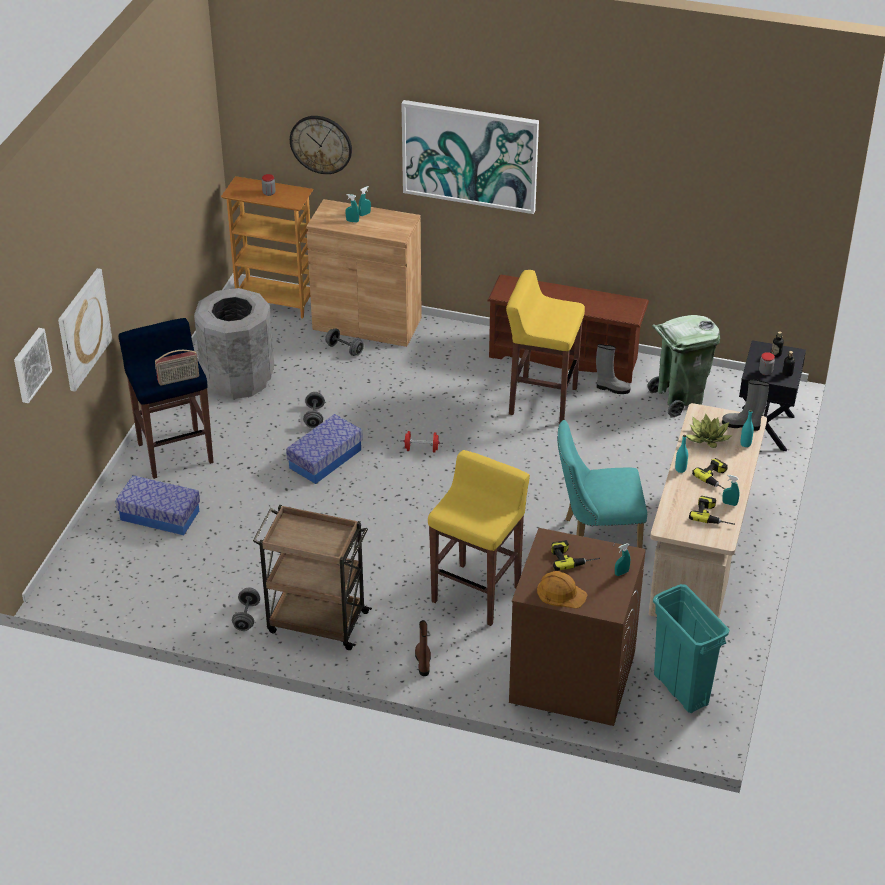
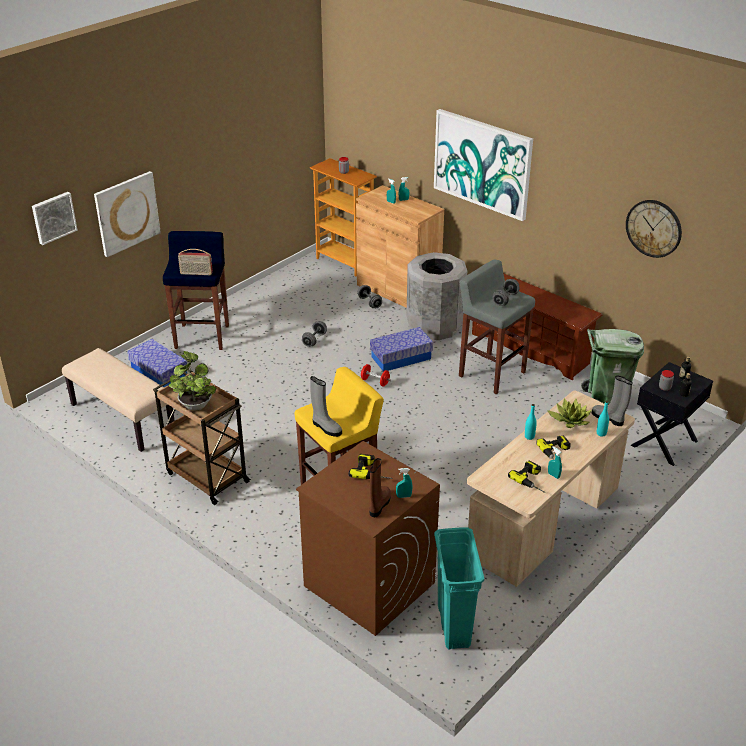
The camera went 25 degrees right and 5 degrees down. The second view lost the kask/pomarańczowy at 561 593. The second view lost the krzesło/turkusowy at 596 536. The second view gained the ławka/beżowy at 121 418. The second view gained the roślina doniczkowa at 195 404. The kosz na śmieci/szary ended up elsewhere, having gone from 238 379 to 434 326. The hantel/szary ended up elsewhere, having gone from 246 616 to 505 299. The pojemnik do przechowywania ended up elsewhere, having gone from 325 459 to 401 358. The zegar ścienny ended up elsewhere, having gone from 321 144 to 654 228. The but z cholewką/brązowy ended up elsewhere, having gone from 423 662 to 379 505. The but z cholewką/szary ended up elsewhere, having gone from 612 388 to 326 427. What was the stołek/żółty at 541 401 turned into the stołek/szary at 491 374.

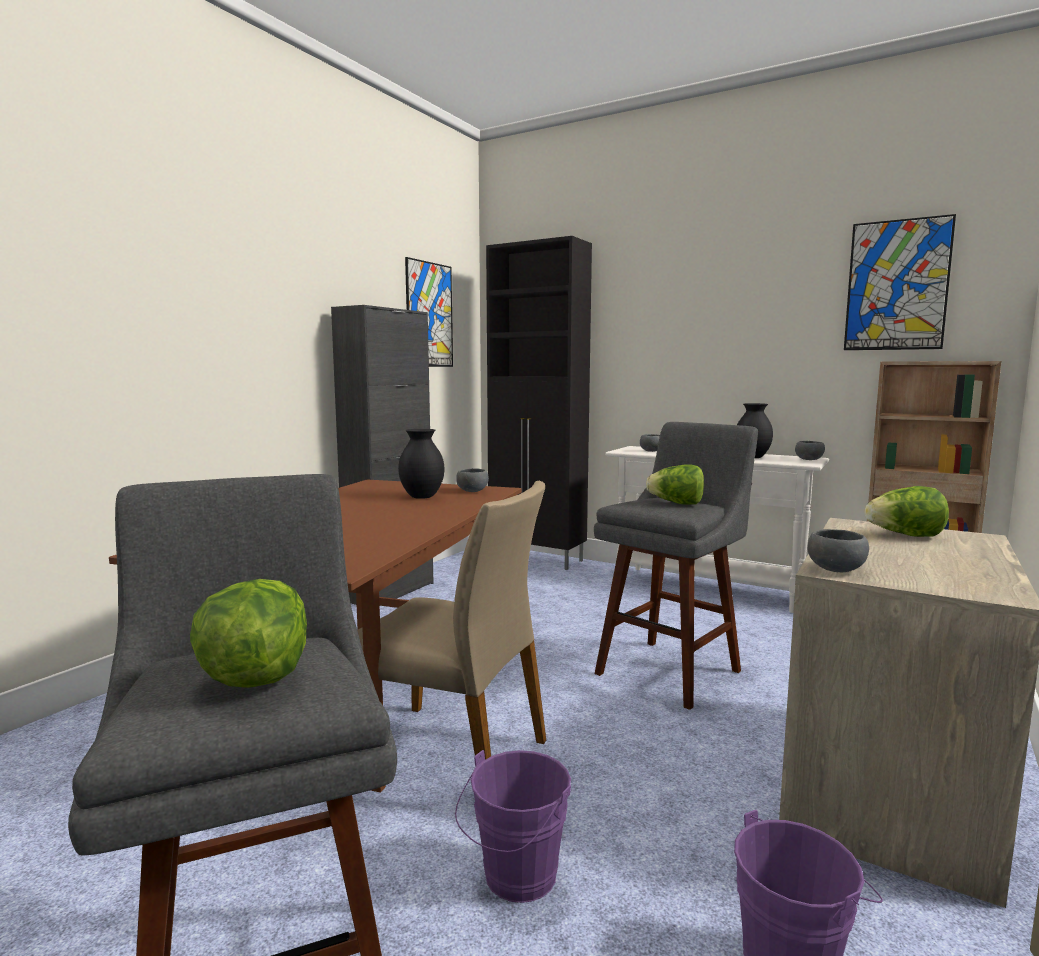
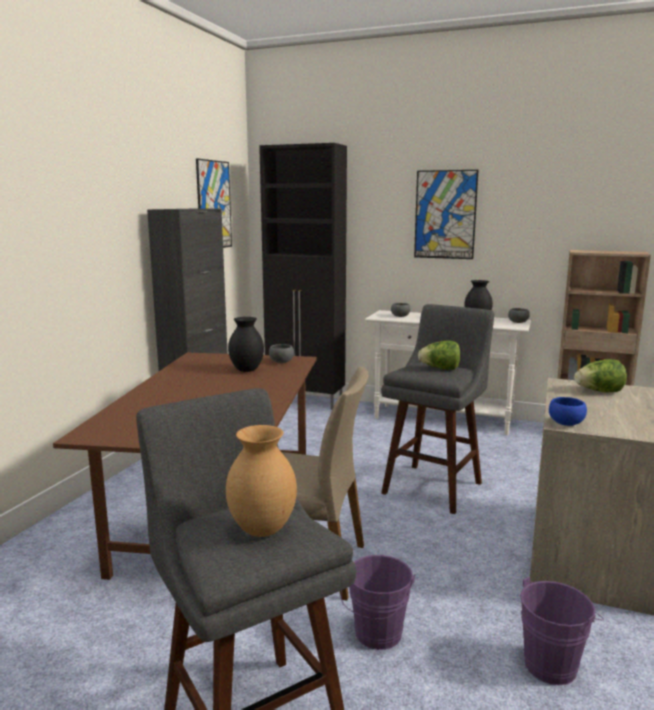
The camera went 10 degrees left and 5 degrees up. The obraz ended up elsewhere, having gone from 897 285 to 445 214. Where the sałata stood at 254 678, the wazon/brązowy came to stand at 261 530. What was the miska/szary at 835 569 turned into the miska/niebieski at 565 423.

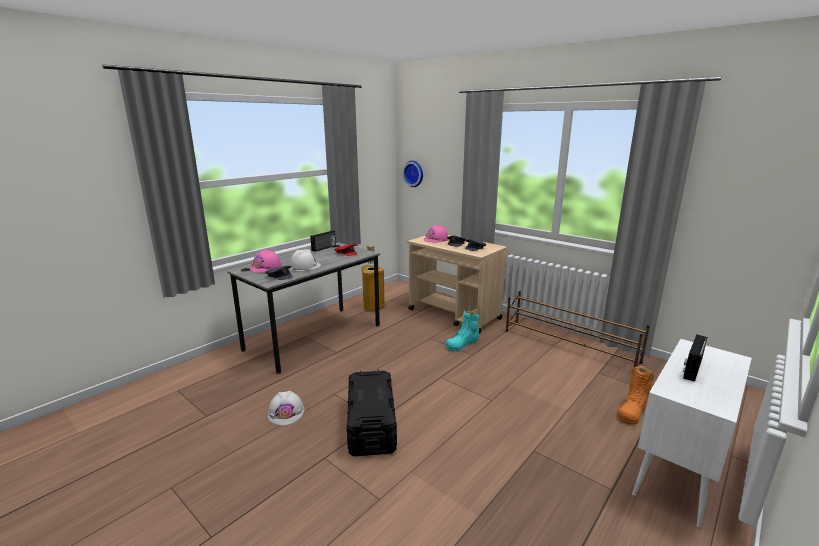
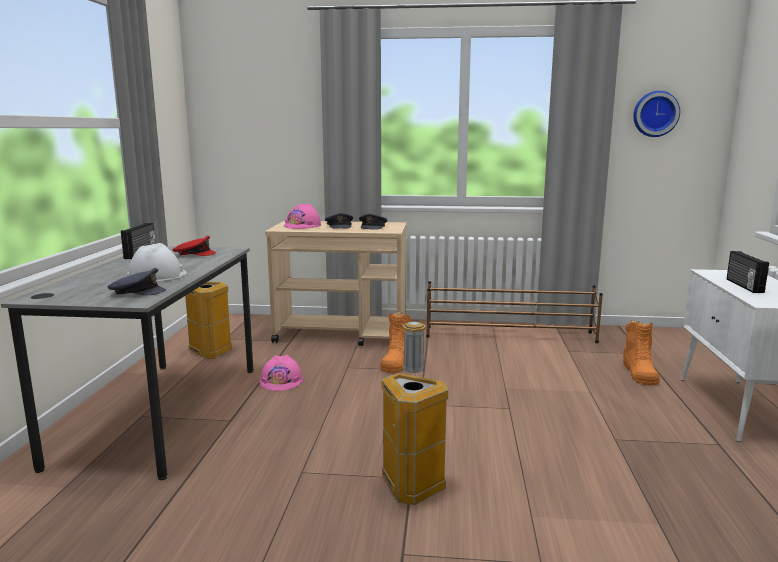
The camera went 35 degrees left and 5 degrees down. The second view lost the kask/biały at 286 412. The kask/różowy ended up elsewhere, having gone from 266 267 to 281 381. The zegar ścienny ended up elsewhere, having gone from 414 173 to 655 114. Where the pojemnik do przechowywania/czarny stood at 371 425, the kosz na śmieci came to stand at 410 487. What was the but z cholewką/turkusowy at 462 343 turned into the but z cholewką/pomarańczowy at 396 362.

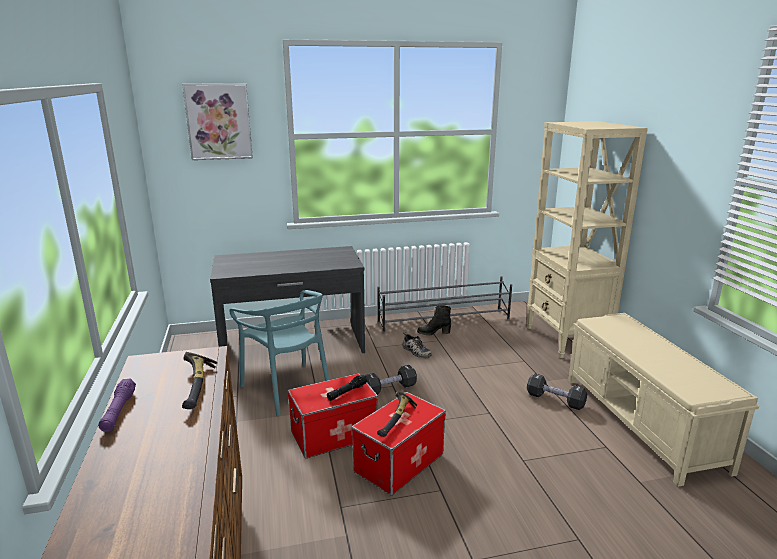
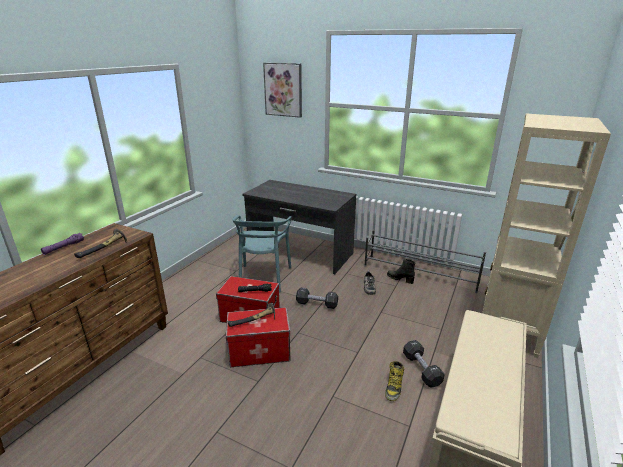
The camera went 40 degrees right and 5 degrees up. The second view gained the but z cholewką at 394 386.

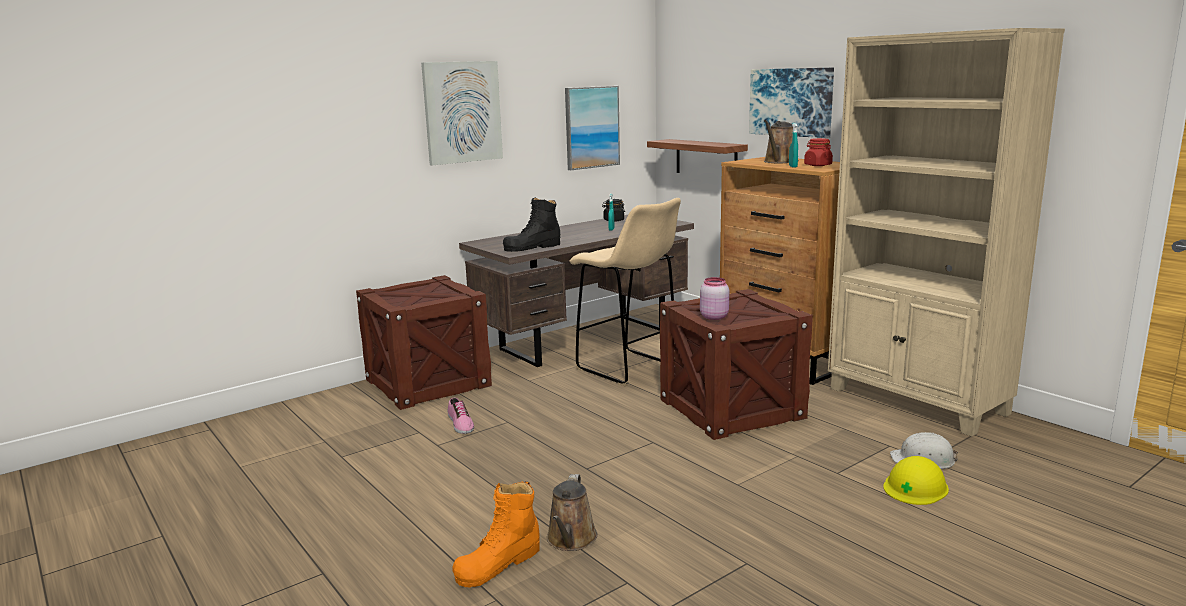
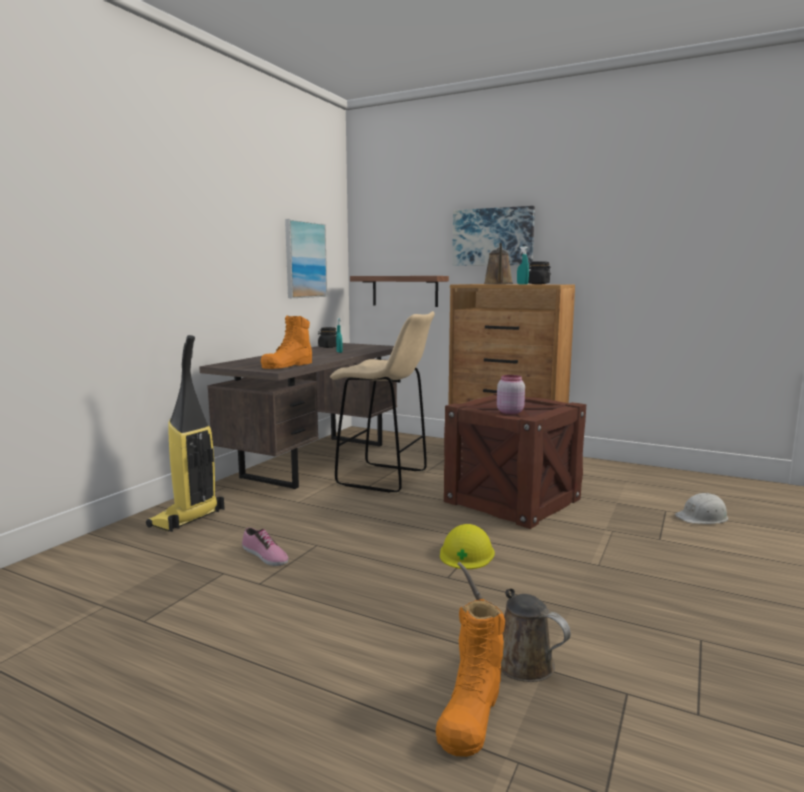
The camera went 25 degrees left and 5 degrees down. The second view lost the obraz at 462 112. The second view lost the regał/beżowy at 917 402. The kask/żółty ended up elsewhere, having gone from 915 487 to 466 553. Where the skrzynka stood at 428 383, the odkurzacz came to stand at 187 519. What was the but z cholewką/czarny at 532 247 turned into the but z cholewką/pomarańczowy at 288 365. What was the słoik/czerwony at 817 165 turned into the słoik/czarny at 537 284. The konewka/brązowy at 571 540 ended up facing another way, 150 degrees clockwise from before.

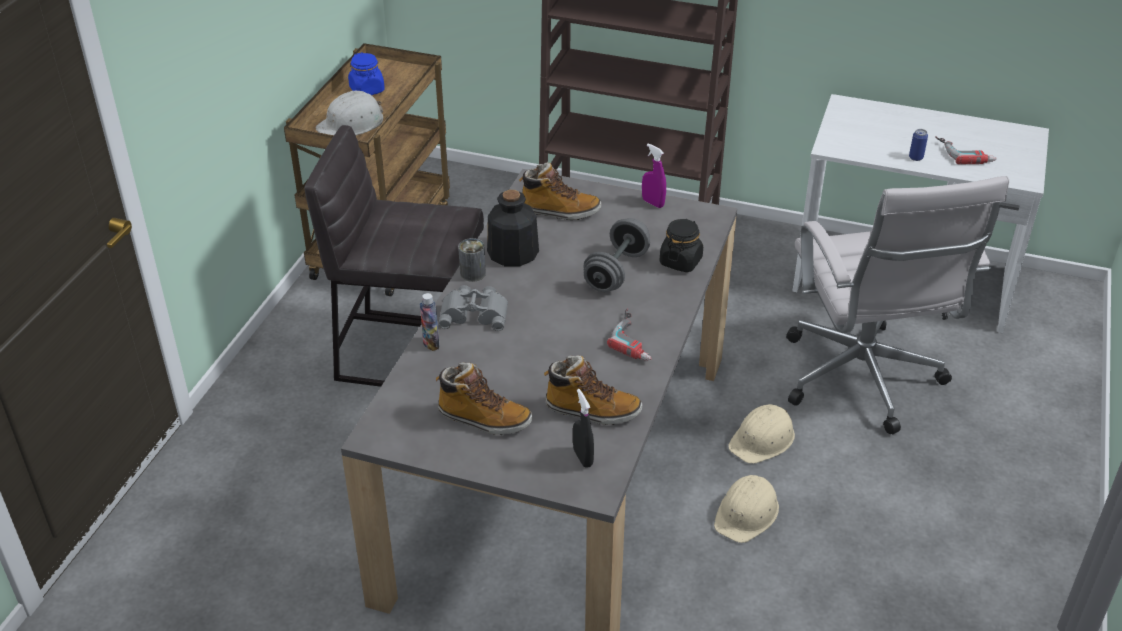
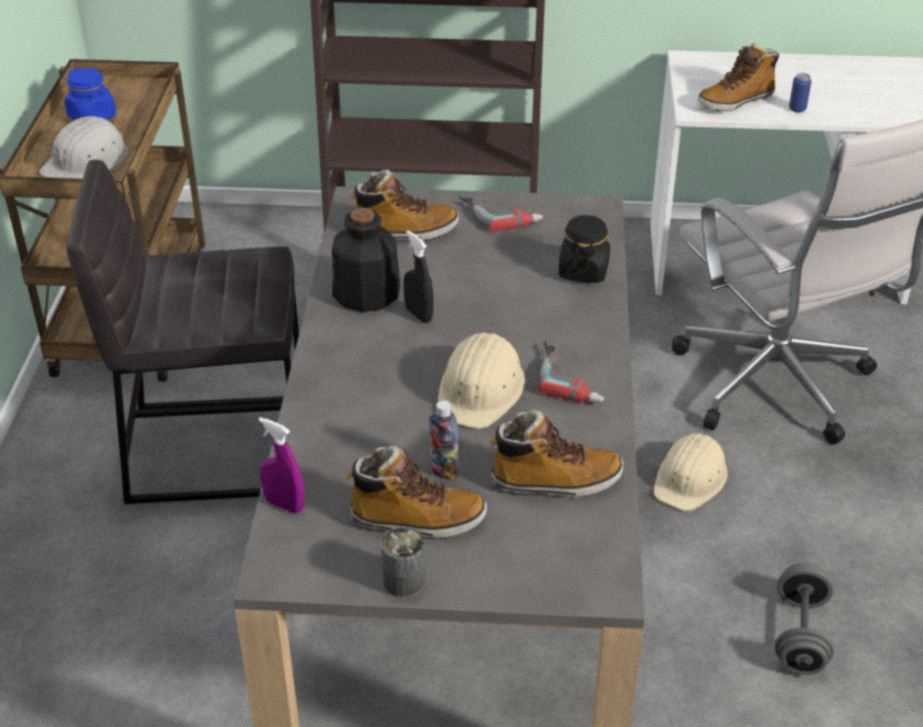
The camera went 15 degrees left and 0 degrees up. The second view lost the lornetka/szary at 475 313. The second view gained the but z cholewką at 736 101. The butelka ended up elsewhere, having gone from 431 344 to 444 470. The puszka ended up elsewhere, having gone from 472 273 to 404 581. The spryskiwacz/czarny ended up elsewhere, having gone from 583 458 to 418 314. The hantel/szary ended up elsewhere, having gone from 616 271 to 800 635. The spryskiwacz/fioletowy ended up elsewhere, having gone from 653 203 to 284 505. The kask/beżowy ended up elsewhere, having gone from 747 513 to 481 390. The wiertarka ended up elsewhere, having gone from 964 152 to 500 213.

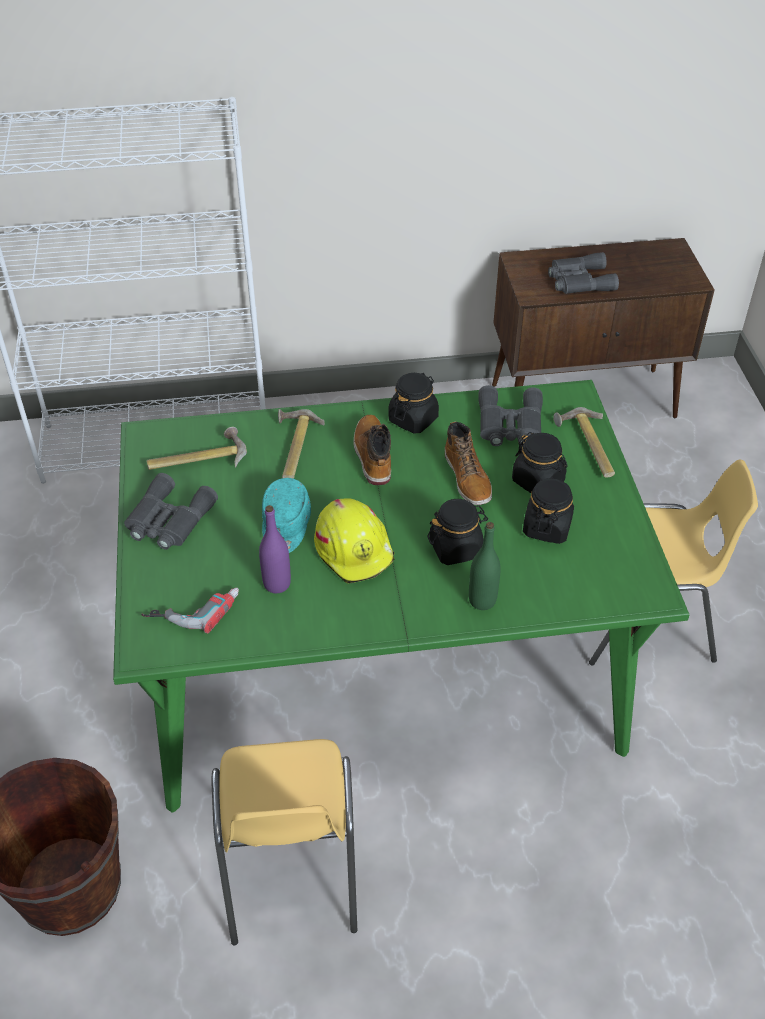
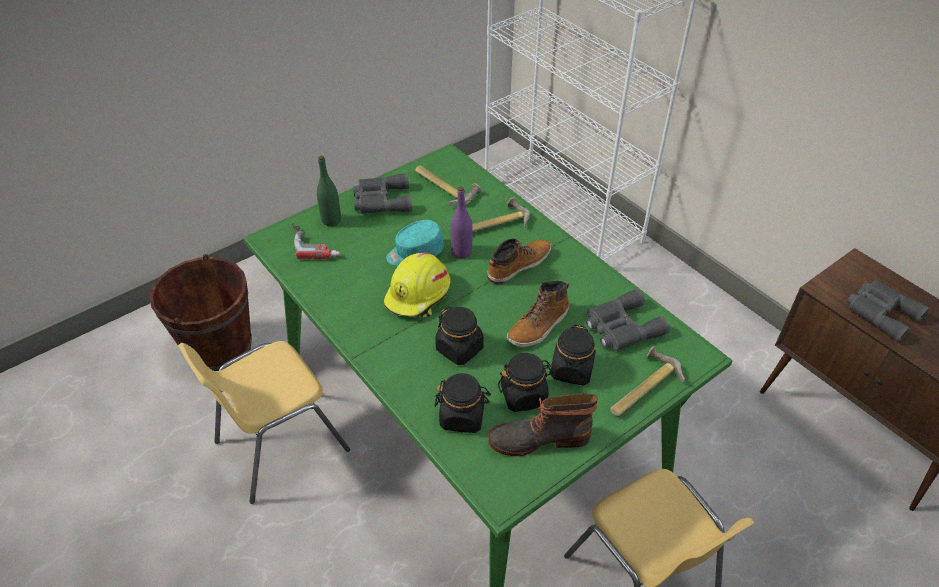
The camera went 60 degrees right and 0 degrees up. The second view gained the but z cholewką at 538 438. The butelka/fioletowy ended up elsewhere, having gone from 277 584 to 461 252. The słoik/czarny ended up elsewhere, having gone from 413 419 to 462 416. The butelka/zielony ended up elsewhere, having gone from 482 600 to 331 220.

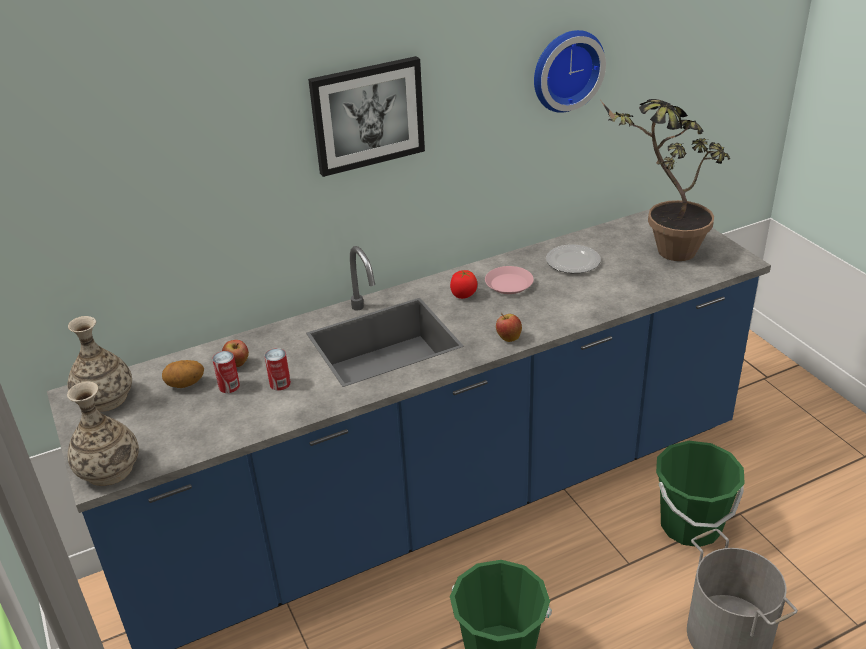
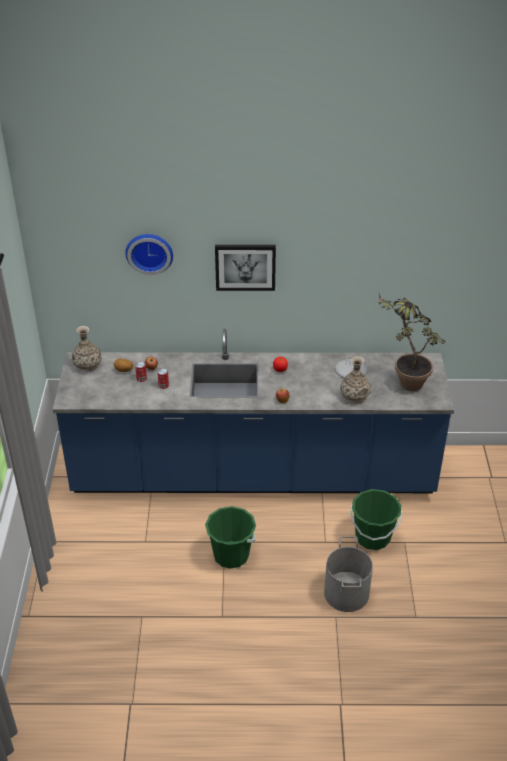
The camera went 25 degrees right and 5 degrees up. The second view lost the talerz/różowy at 509 284. The wazon ended up elsewhere, having gone from 109 469 to 354 396. The zegar ścienny ended up elsewhere, having gone from 565 69 to 149 252.

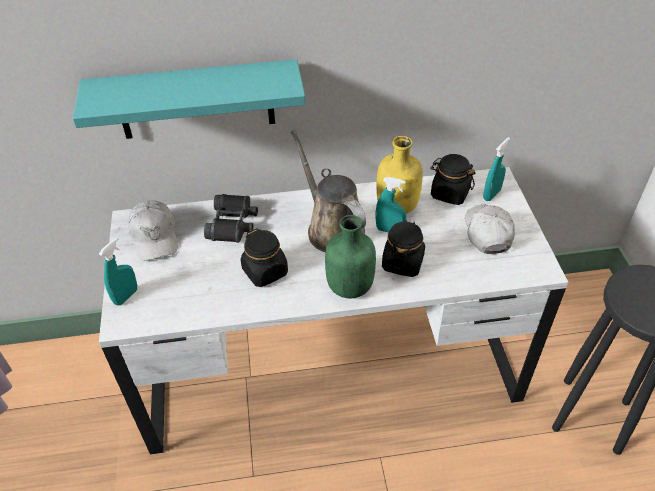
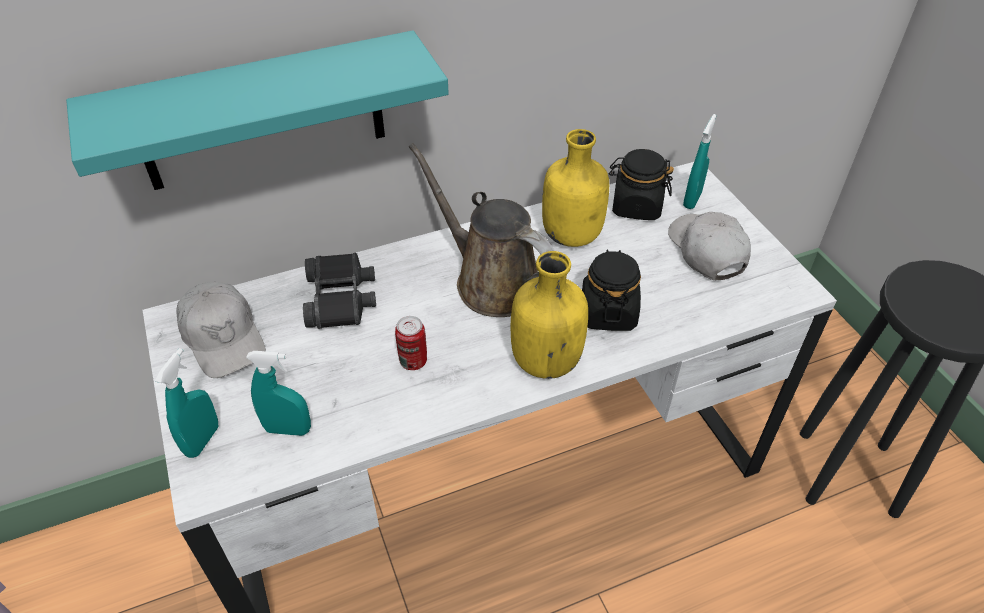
The camera went 15 degrees left and 0 degrees up. The spryskiwacz/turkusowy ended up elsewhere, having gone from 389 230 to 288 429. Where the słoik/czarny stood at 265 272, the puszka came to stand at 413 361. What was the butelka/zielony at 349 286 turned into the butelka/żółty at 544 360.

